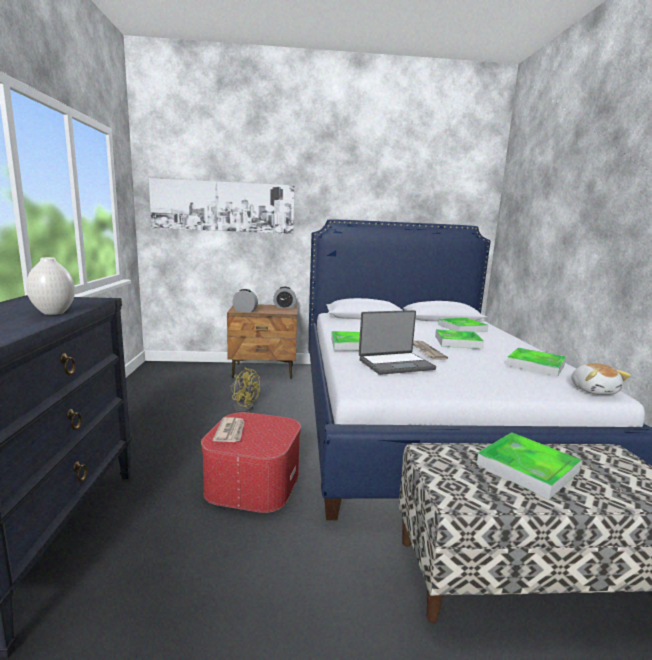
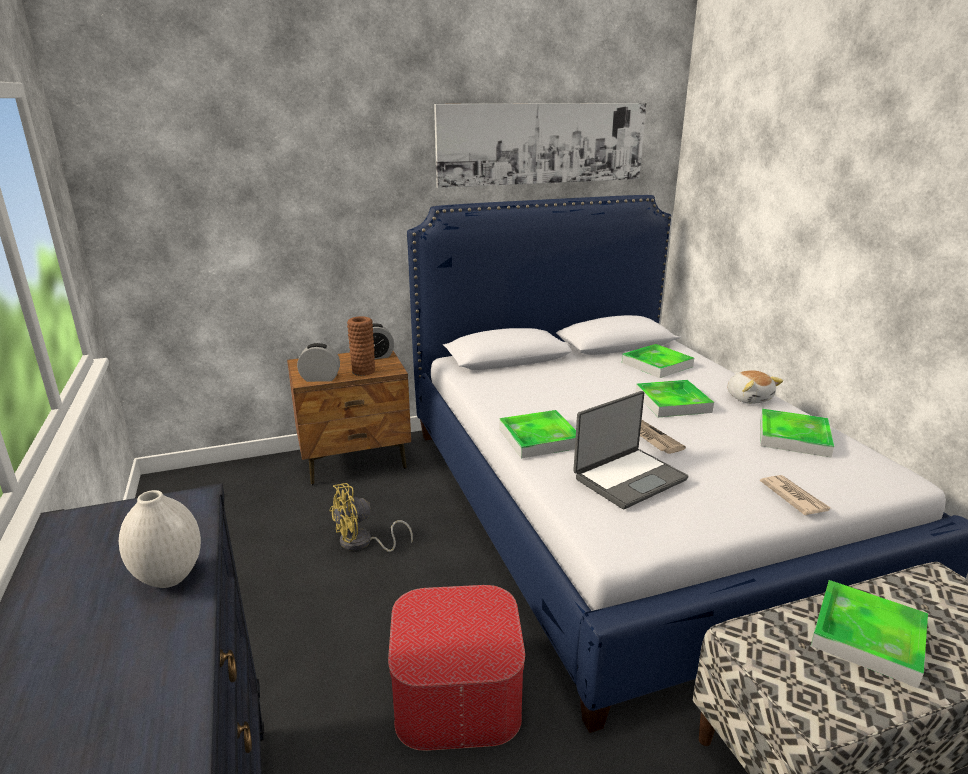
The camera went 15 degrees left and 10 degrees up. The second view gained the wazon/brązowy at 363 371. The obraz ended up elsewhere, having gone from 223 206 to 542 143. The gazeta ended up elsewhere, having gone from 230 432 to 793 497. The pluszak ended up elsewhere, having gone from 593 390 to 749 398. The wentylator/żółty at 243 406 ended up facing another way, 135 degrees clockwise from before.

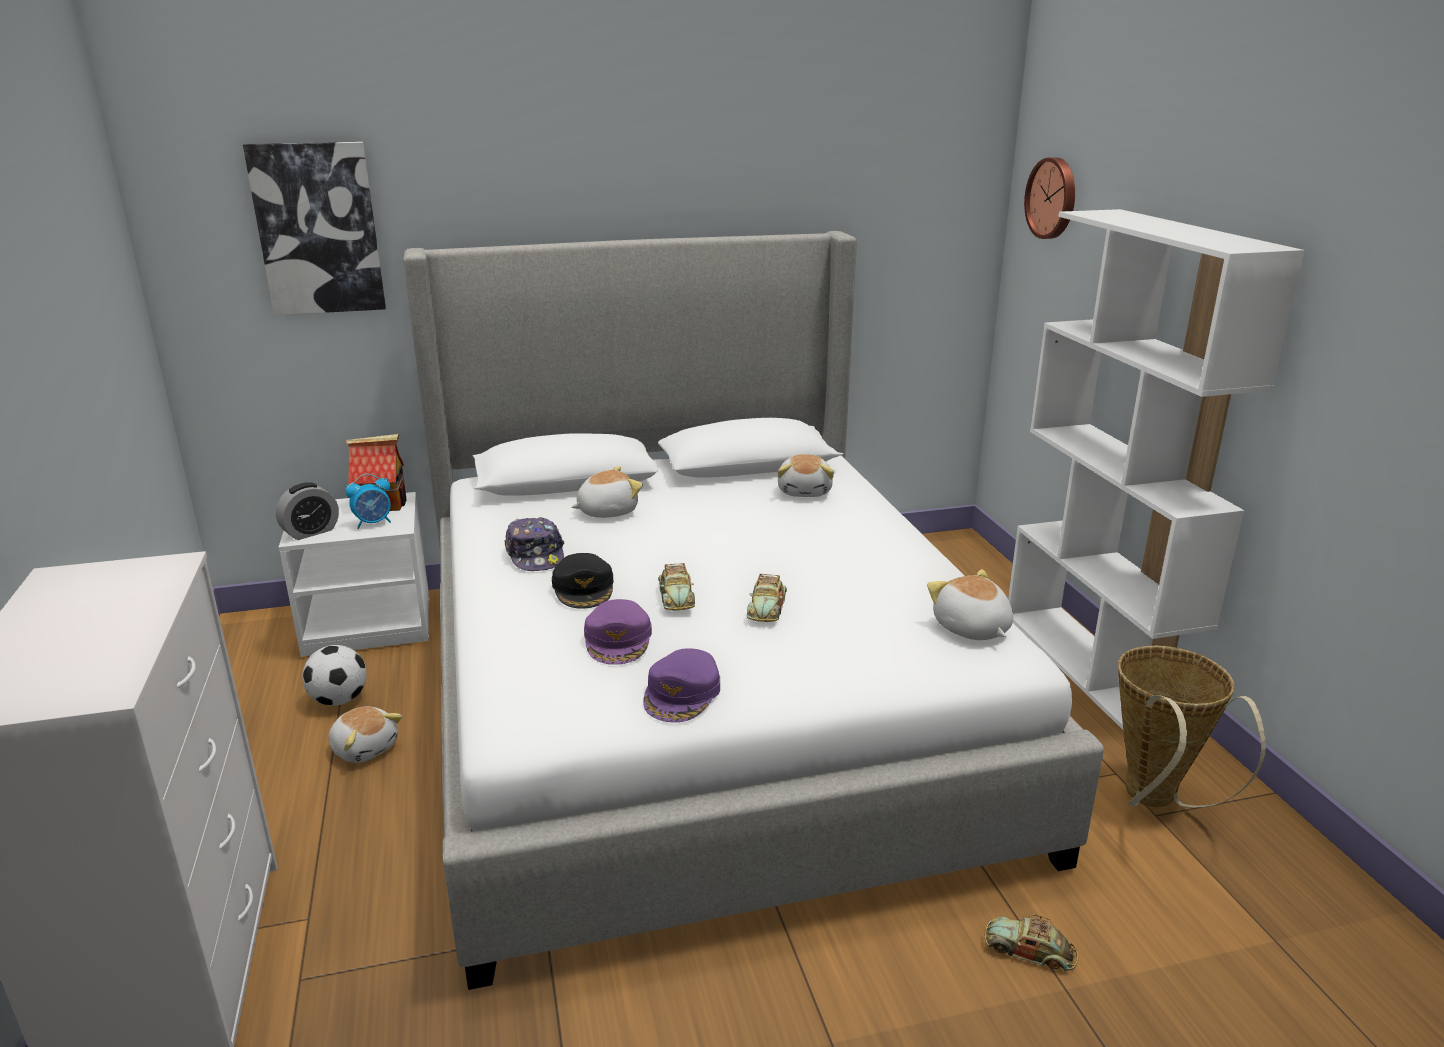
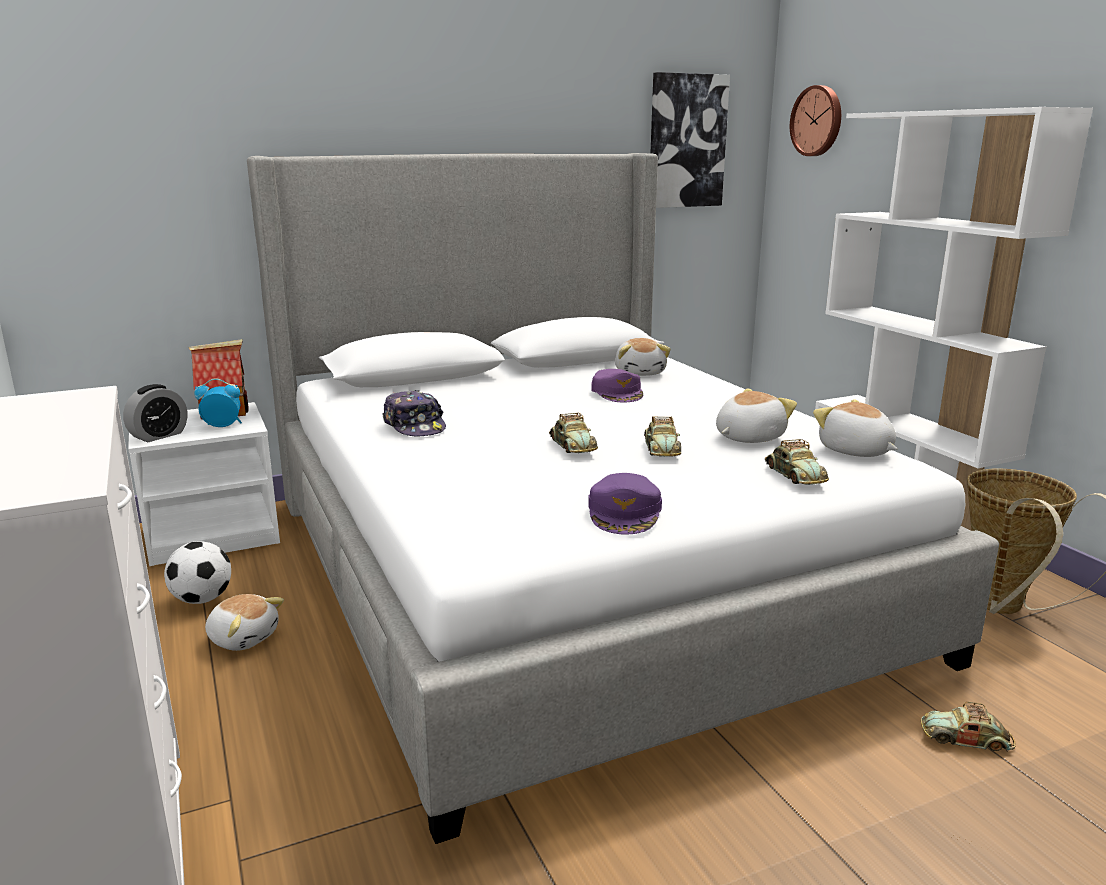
The camera went 10 degrees left and 5 degrees down. The second view lost the czapka z daszkiem/czarny at 584 588. The second view gained the samochodzik at 794 475. The obraz ended up elsewhere, having gone from 318 229 to 686 141. The pluszak ended up elsewhere, having gone from 606 511 to 748 437. The czapka z daszkiem/fioletowy ended up elsewhere, having gone from 618 640 to 617 392. The budzik at 374 523 ended up facing another way, 150 degrees counterclockwise from before.

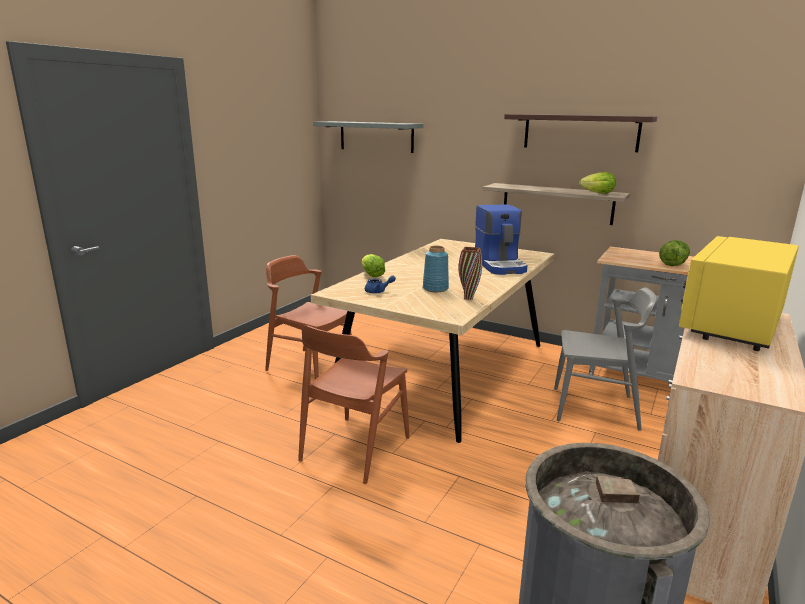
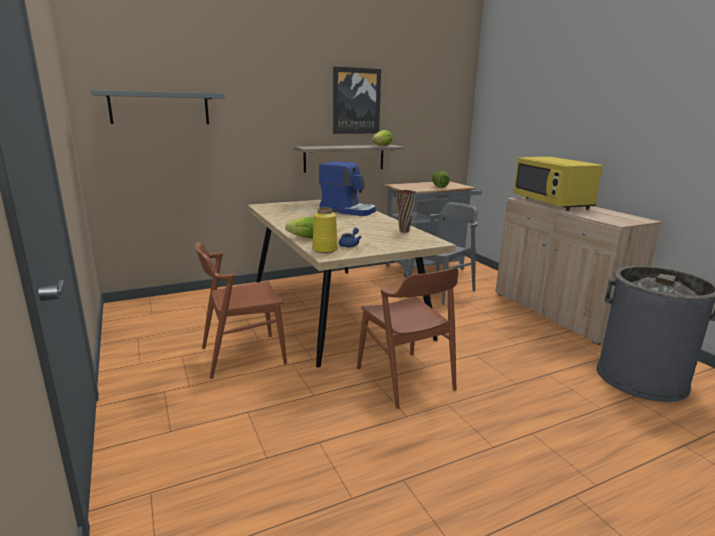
The camera went 55 degrees left and 0 degrees up. The second view lost the wazon/niebieski at 435 288. The second view gained the wazon/żółty at 325 249. Where the półka hung at 580 132, the obraz came to hang at 356 101.

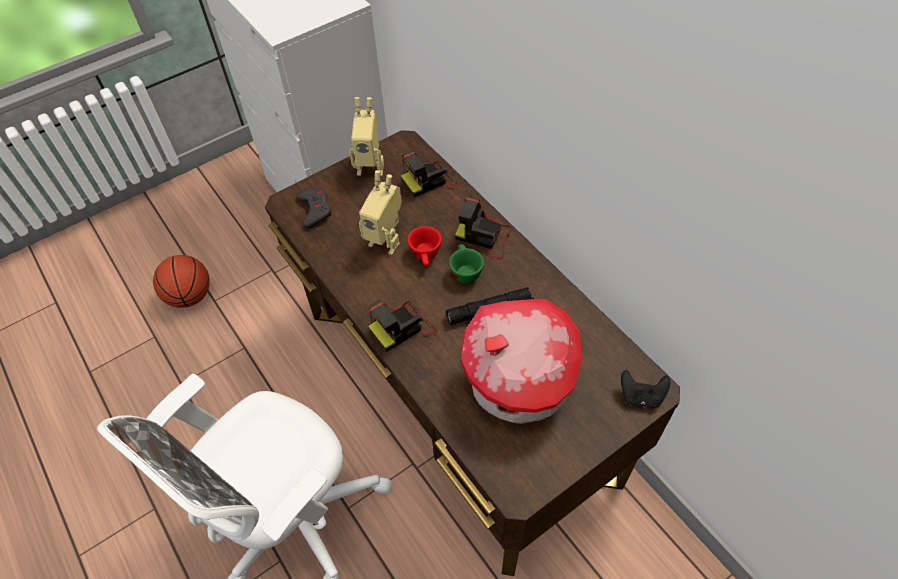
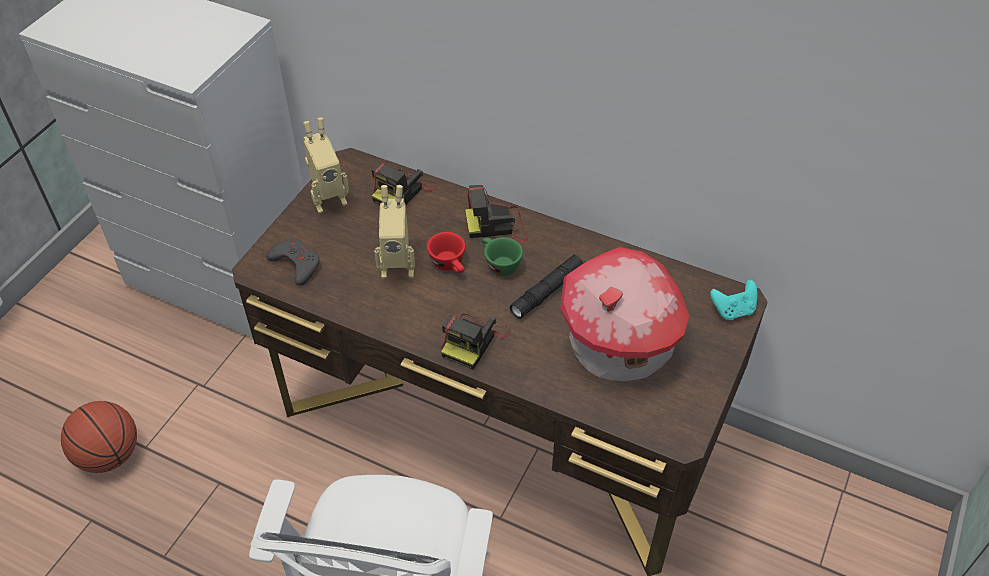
The camera went 30 degrees left and 5 degrees down. What was the pad do gier/czarny at 641 396 turned into the pad do gier/turkusowy at 733 310.

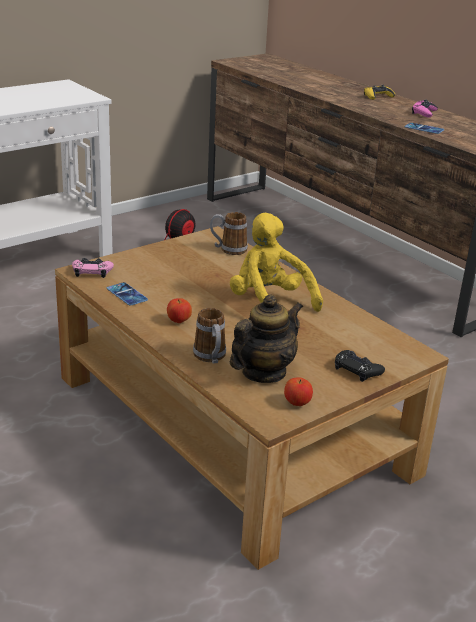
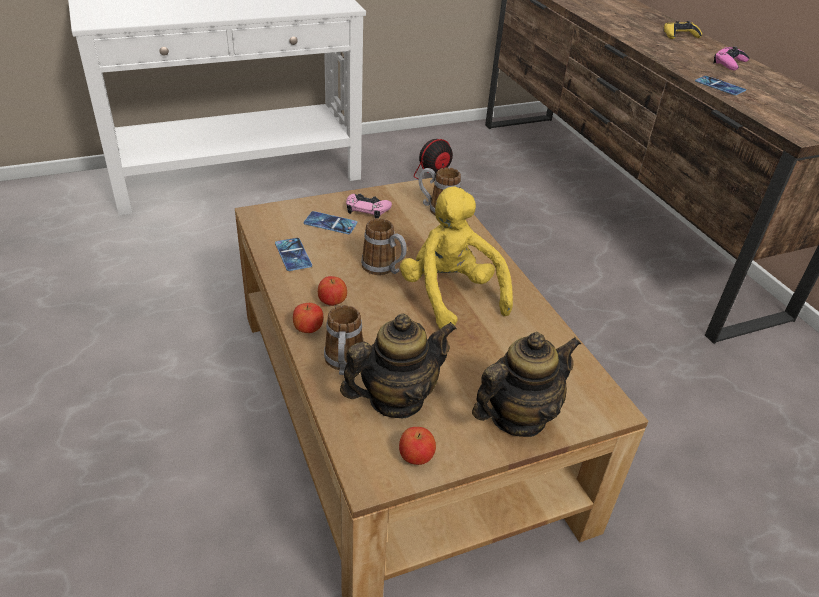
The camera went 15 degrees right and 10 degrees up. The second view gained the jabłko at 308 329. The second view gained the telefon at 330 223. The second view gained the kubek at 384 269. The pad do gier/różowy ended up elsewhere, having gone from 92 271 to 367 209. Where the pad do gier/czarny stood at 357 369, the imbryk came to stand at 517 417.

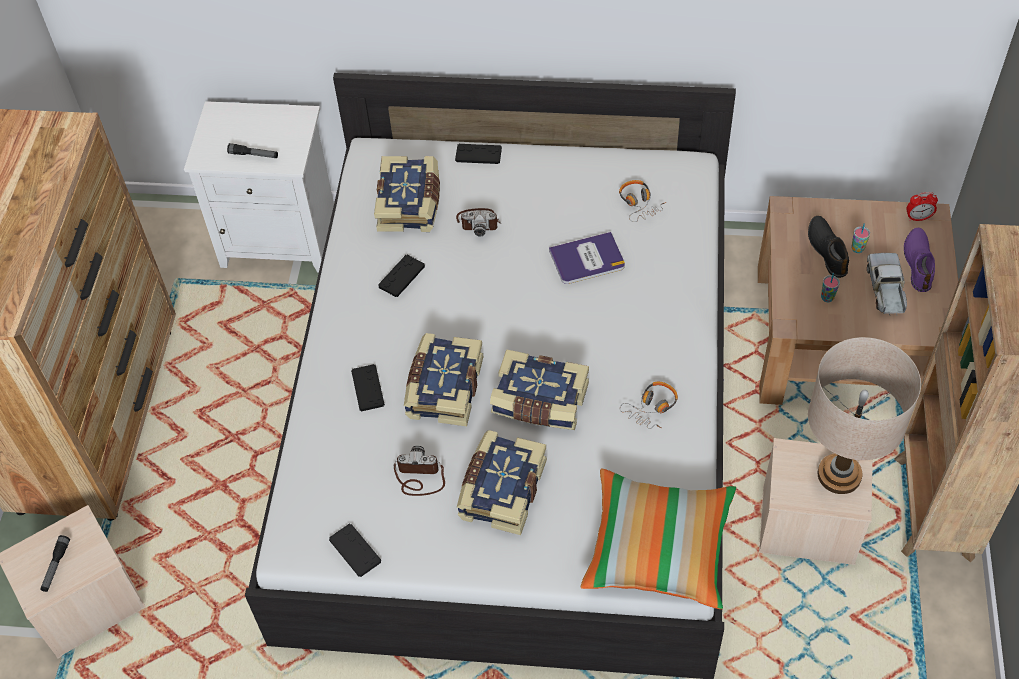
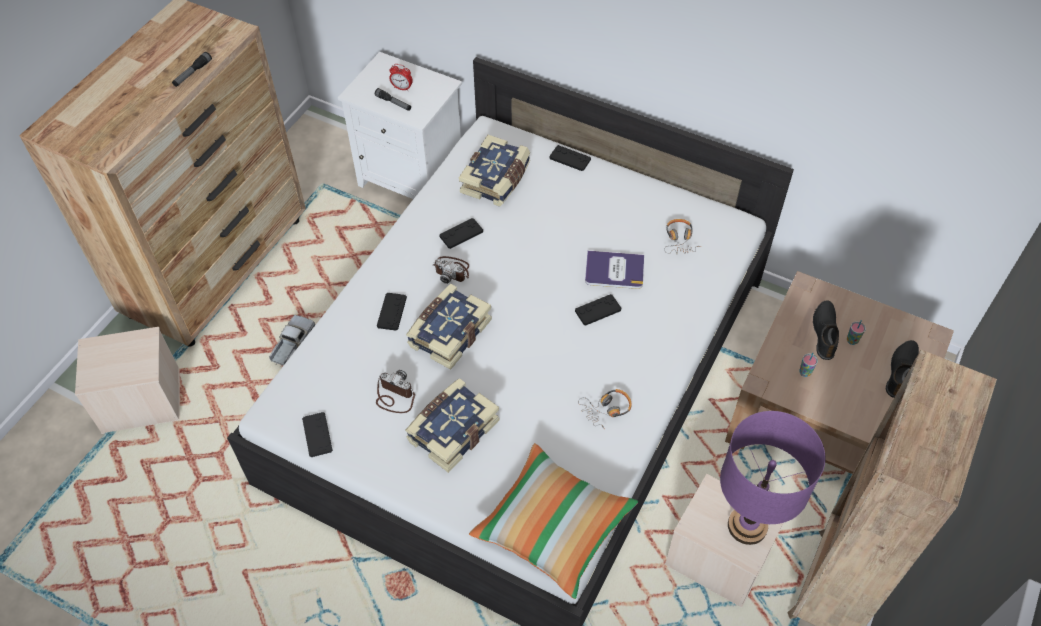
The camera went 20 degrees right and 0 degrees up. The second view lost the książka at 539 402. The second view gained the pad do gier/czarny at 598 310. The latarka ended up elsewhere, having gone from 56 566 to 192 73. The aparat fotograficzny ended up elsewhere, having gone from 479 222 to 452 270. The ciężarówka zabawkowa ended up elsewhere, having gone from 886 289 to 293 345. The budzik ended up elsewhere, having gone from 918 218 to 402 88. What was the lampa stołowa/beżowy at 839 475 turned into the lampa stołowa/fioletowy at 747 526. What was the but/fioletowy at 919 263 turned into the but/czarny at 901 371.

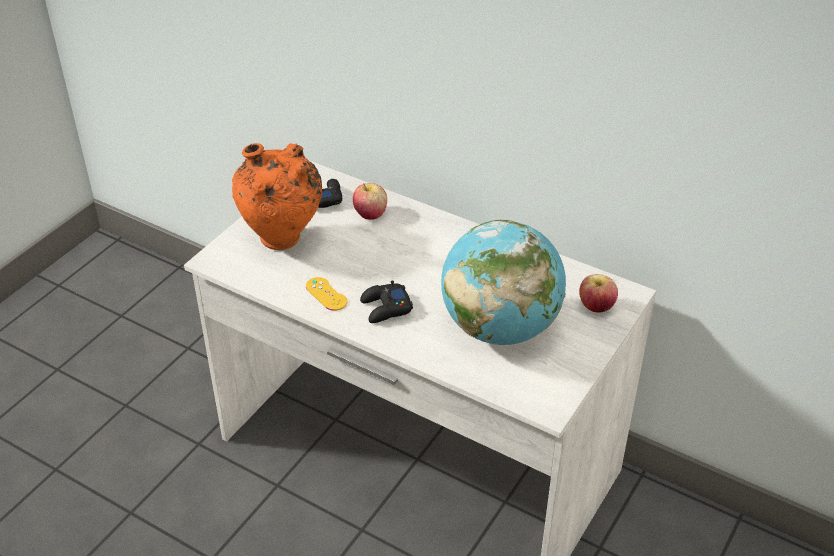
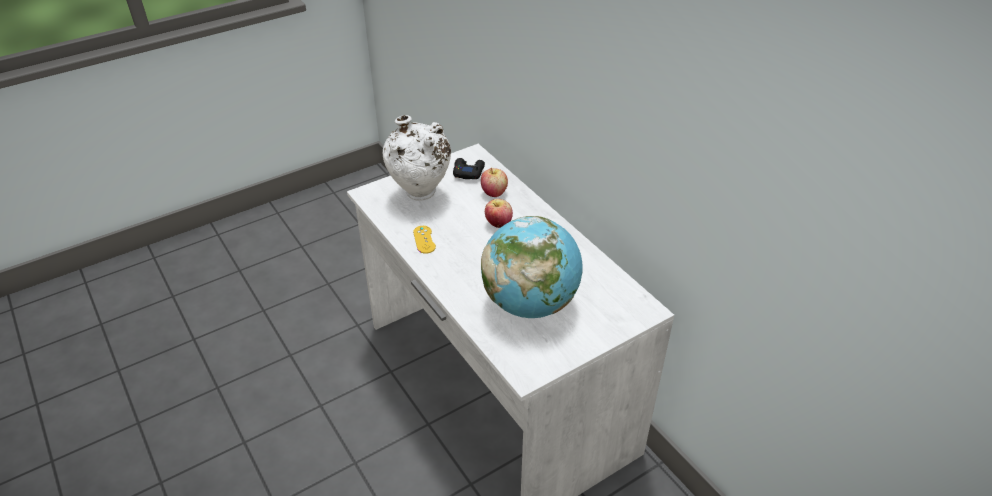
The camera went 25 degrees right and 0 degrees up. The second view lost the pad do gier/czarny at 386 308. The jabłko ended up elsewhere, having gone from 596 307 to 498 224. What was the wazon/pomarańczowy at 283 242 turned into the wazon/biały at 420 195.

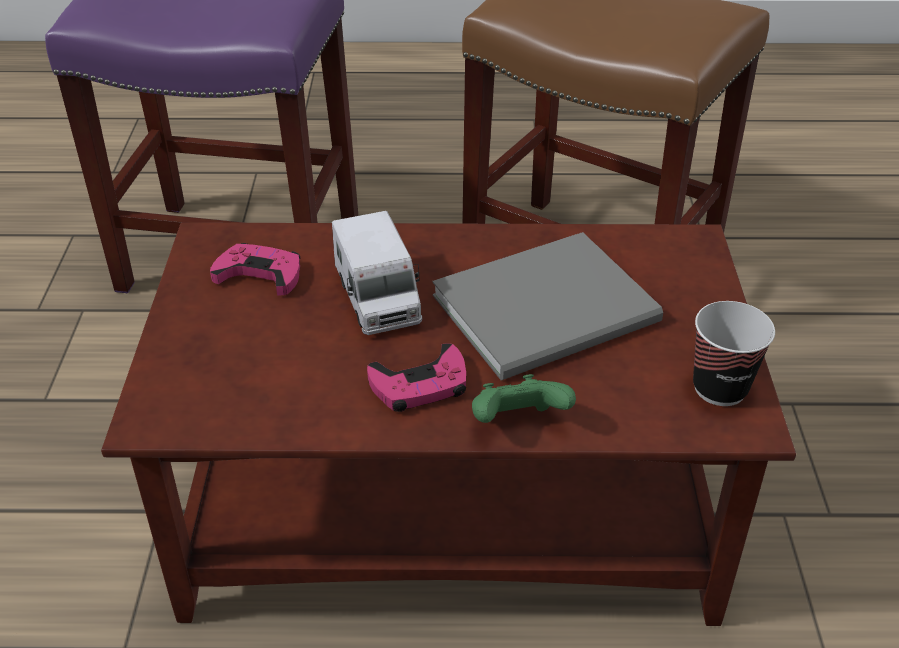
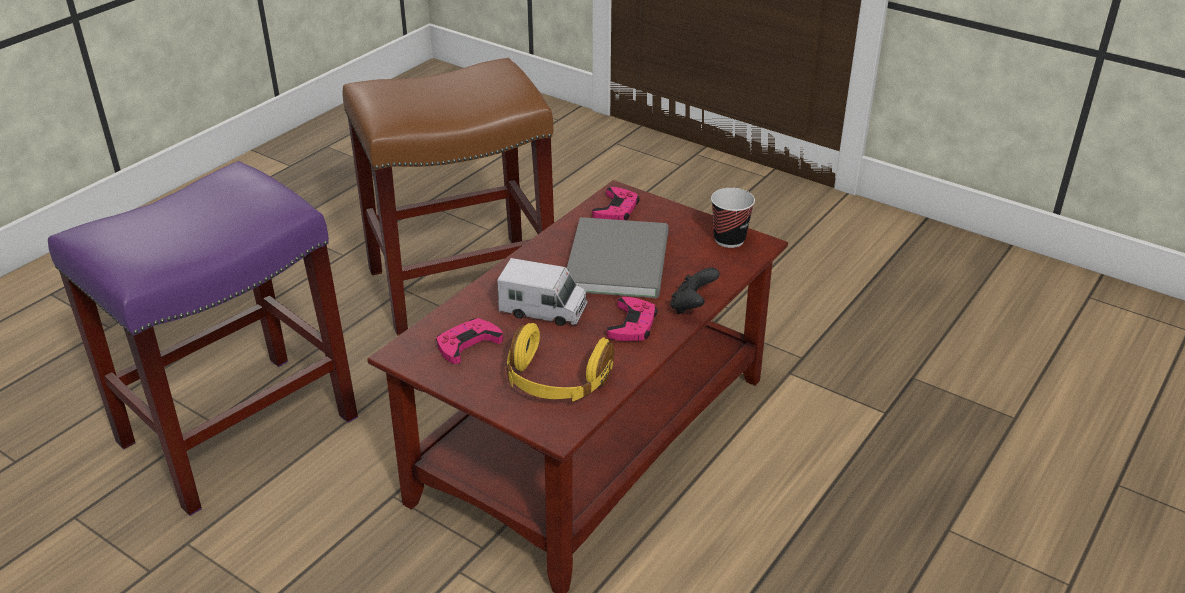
The camera went 55 degrees left and 5 degrees down. The second view gained the słuchawki/żółty at 556 382. The second view gained the pad do gier/różowy at 616 209. What was the pad do gier/zielony at 517 422 turned into the pad do gier/czarny at 692 306.

